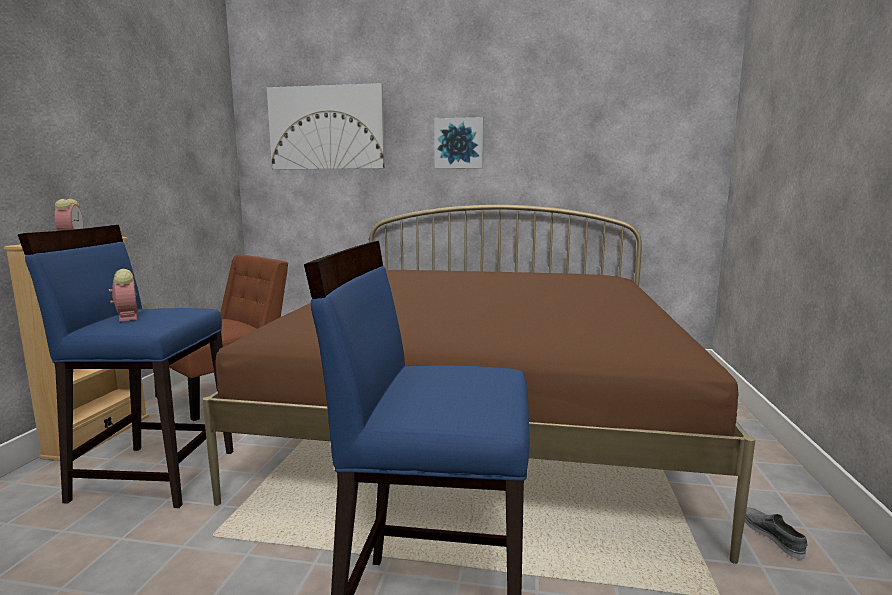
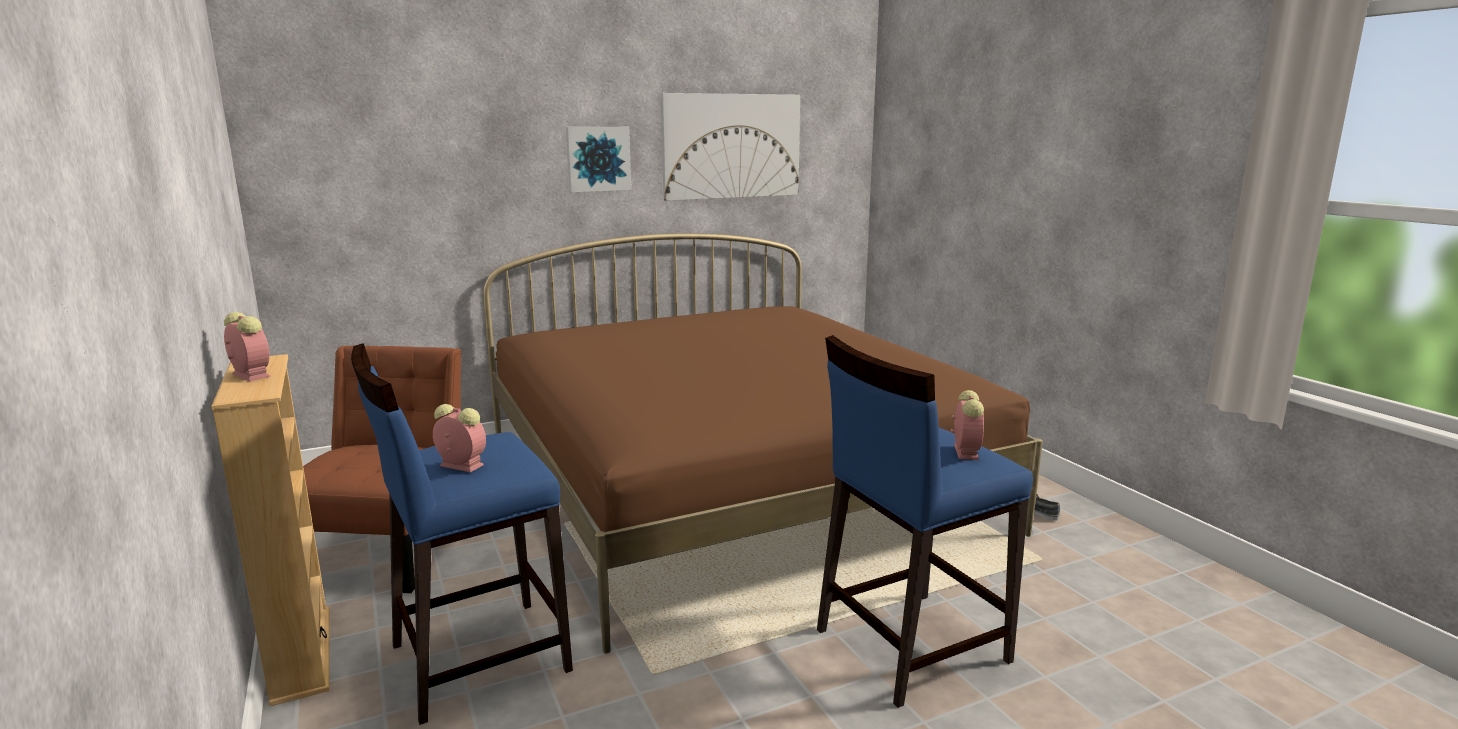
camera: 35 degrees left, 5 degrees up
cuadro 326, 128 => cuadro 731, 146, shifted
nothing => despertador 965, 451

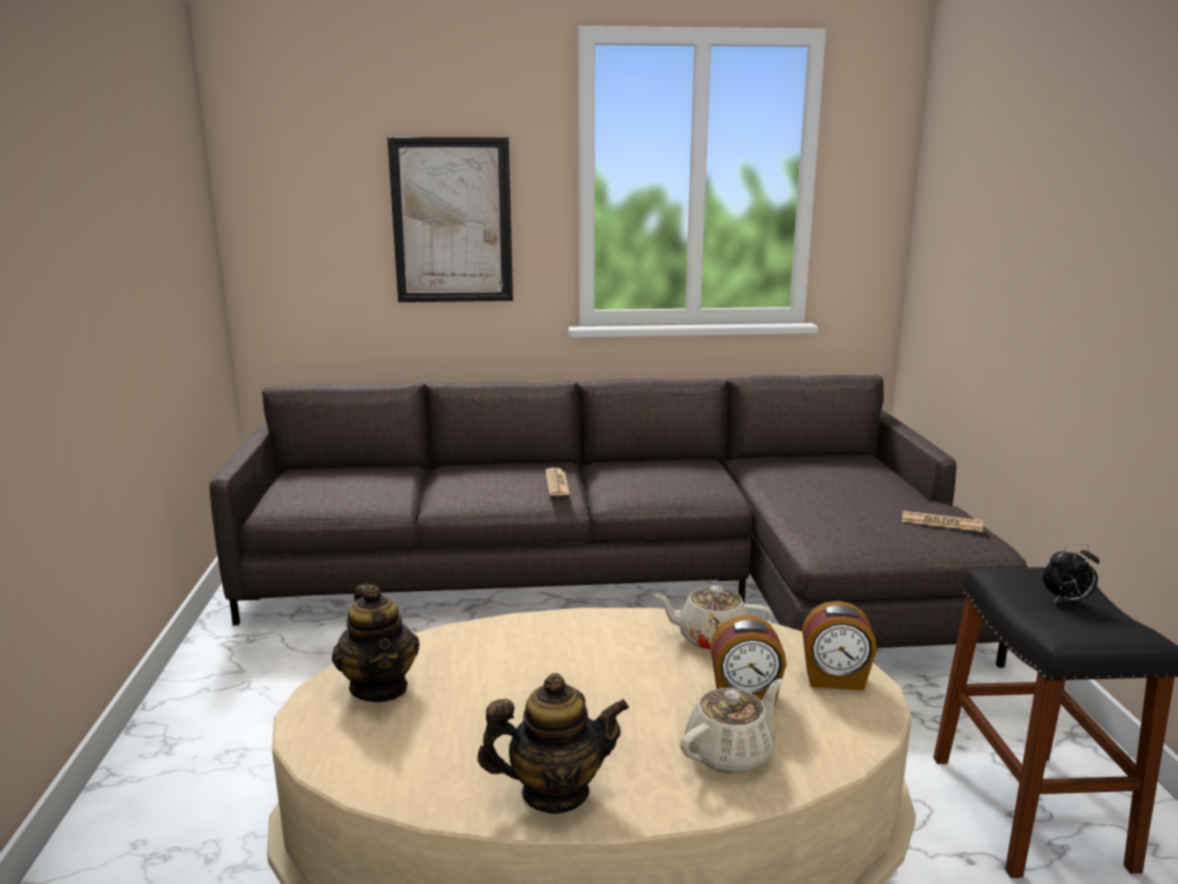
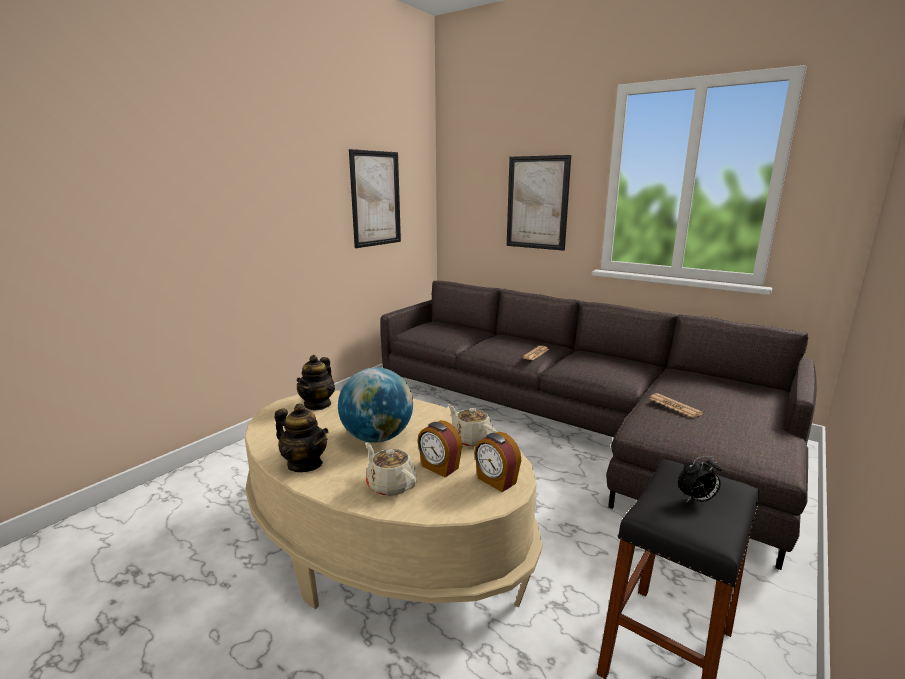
camera: 40 degrees right, 0 degrees up
periódico 941, 522 => periódico 674, 406, shifted
despertador 1067, 600 => despertador 696, 499, 45 degrees counterclockwise
tetera/beis 731, 752 => tetera/beis 390, 485, 135 degrees counterclockwise
nothing => cuadro 376, 199
nothing => globo terráqueo 377, 437

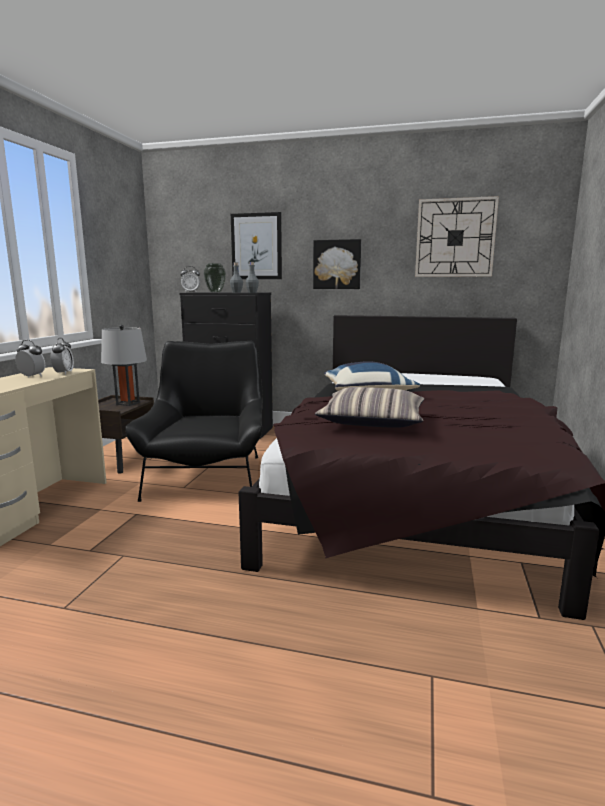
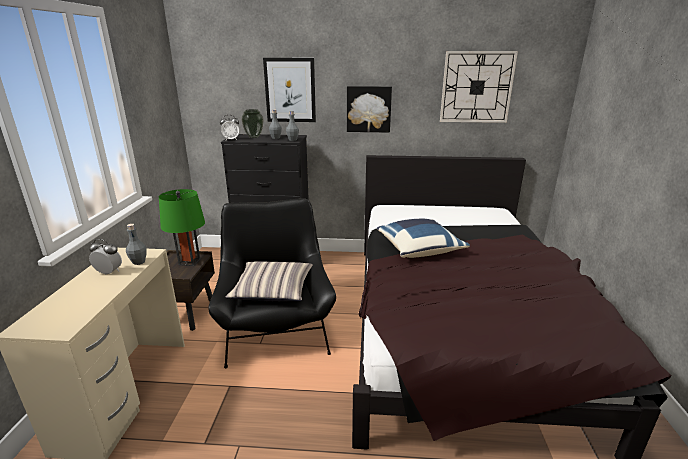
camera: 10 degrees left, 10 degrees up
lámpara de mesa/gris 128, 403 => lámpara de mesa/verde 189, 261
despertador 64, 373 => botella/gris 139, 262
cojín 372, 421 => cojín 273, 289, shifted

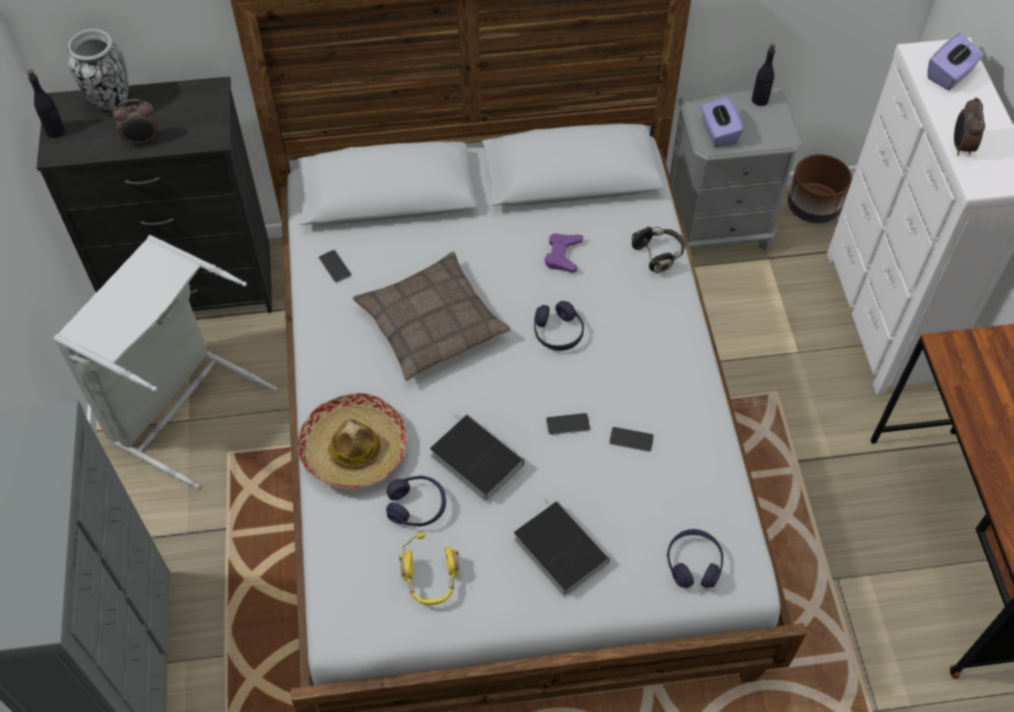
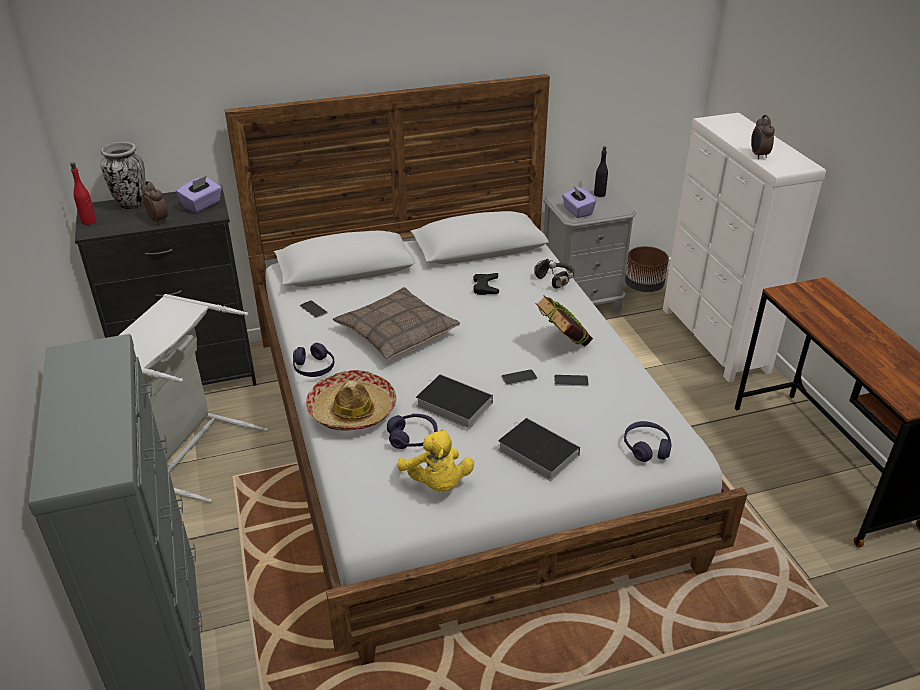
camera: 10 degrees left, 20 degrees down
caja de pañuelos/morado 950, 75 => caja de pañuelos/morado 202, 205, shifted
botella/negro 56, 131 => botella/rojo 89, 221
despertador 142, 140 => despertador 159, 220, 105 degrees counterclockwise
mando de consola/morado 563, 255 => mando de consola/negro 485, 287
auriculares/morado 558, 332 => auriculares/morado 314, 368, shifted
auriculares/amarillo 431, 580 => peluche/amarillo 436, 483
nothing => libro 562, 345

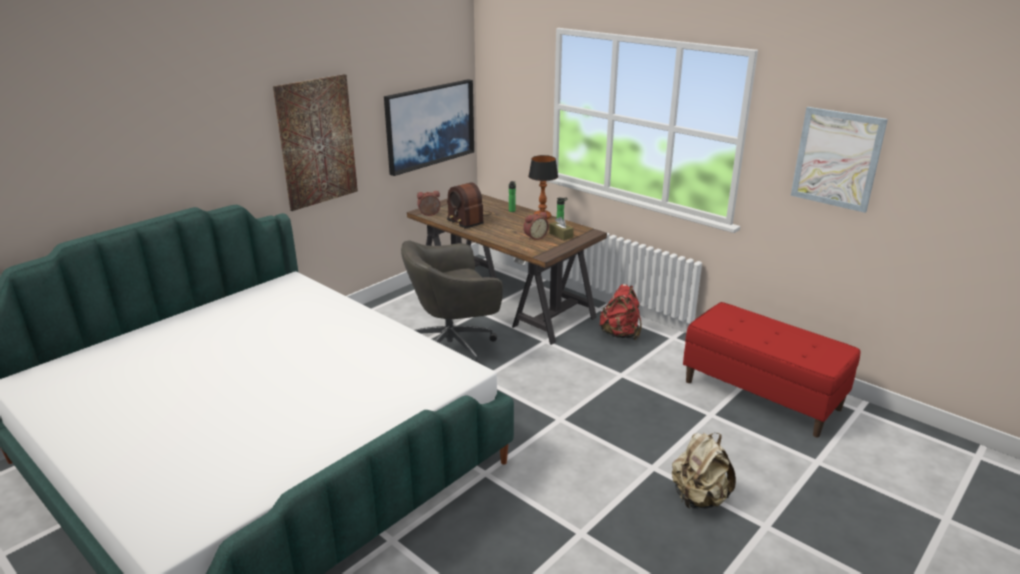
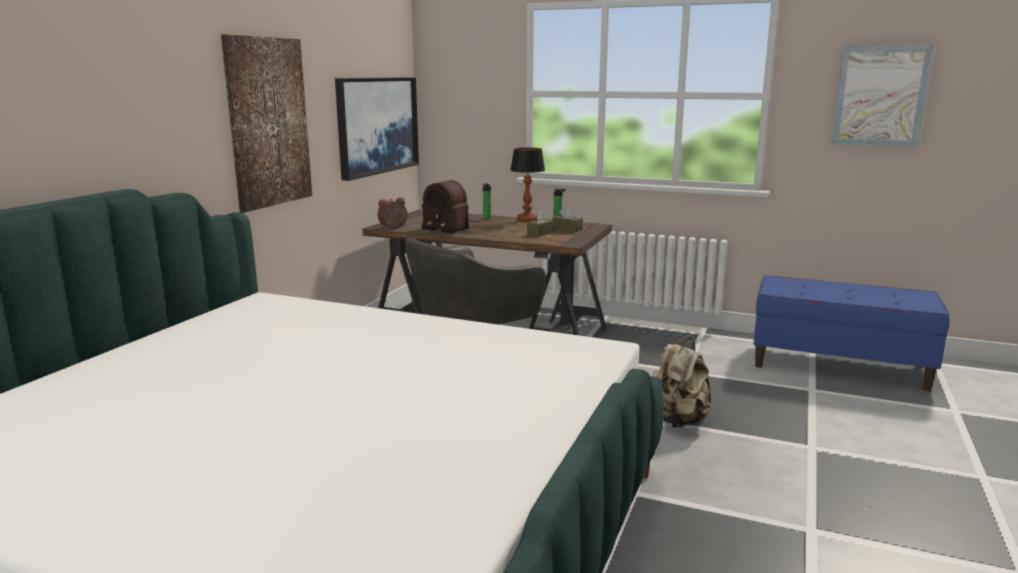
camera: 20 degrees left, 10 degrees down
despertador 535, 237 => caja de pañuelos/marrón 541, 233
mochila/rojo 620, 334 => nothing
banco/rojo 761, 395 => banco/azul 838, 365
mochila/beis 698, 498 => mochila/beis 677, 421, shifted

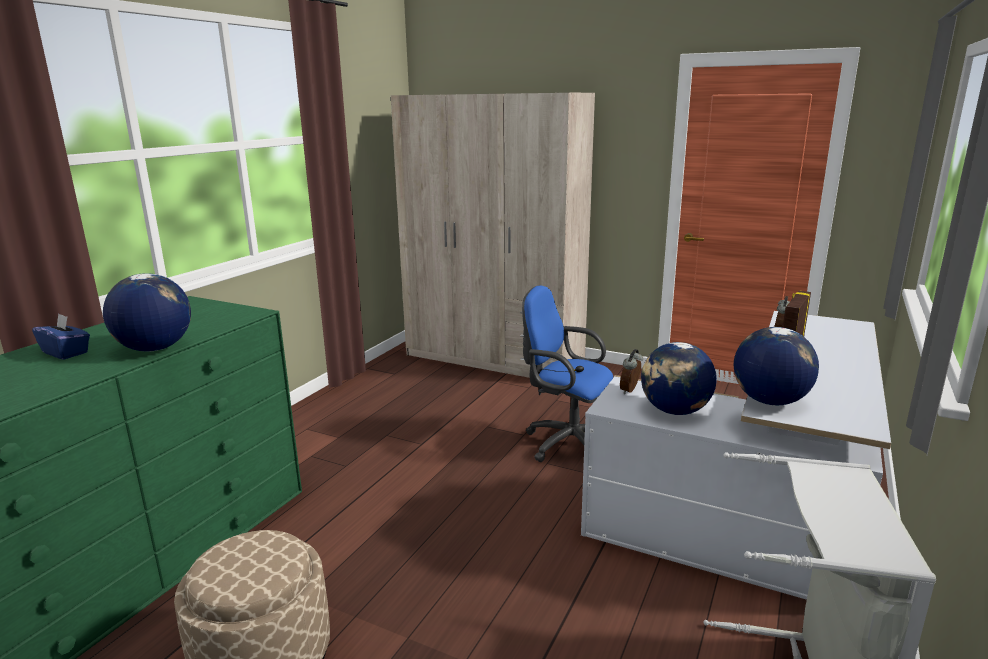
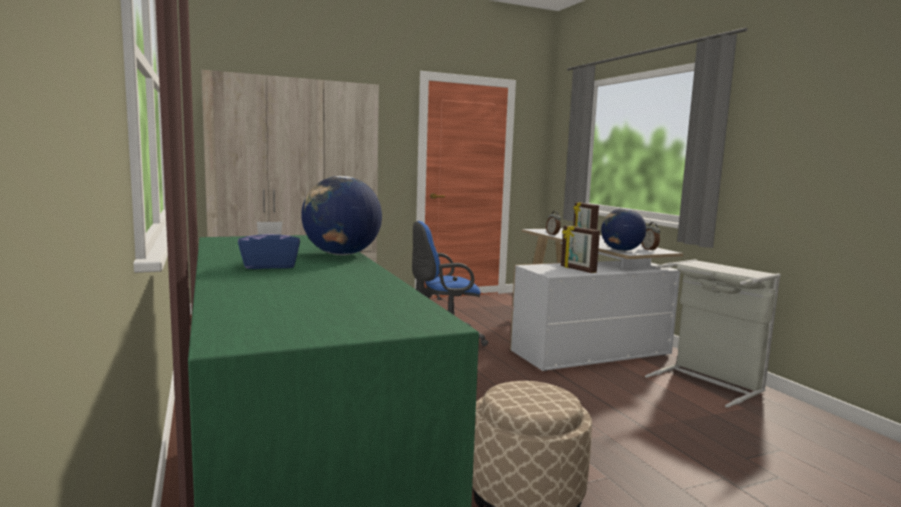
camera: 50 degrees left, 10 degrees down
globo terráqueo 675, 411 => portarretratos 577, 269
despertador 630, 391 => despertador 650, 250, shifted

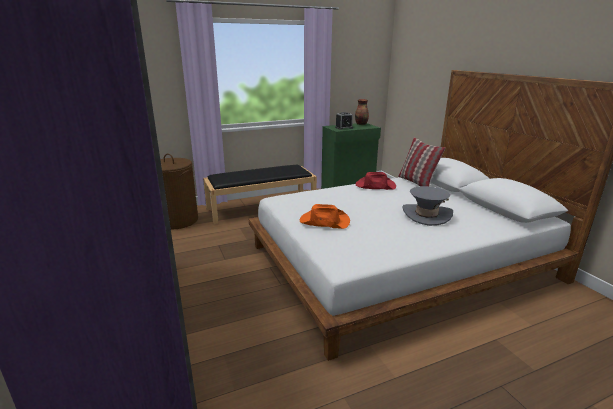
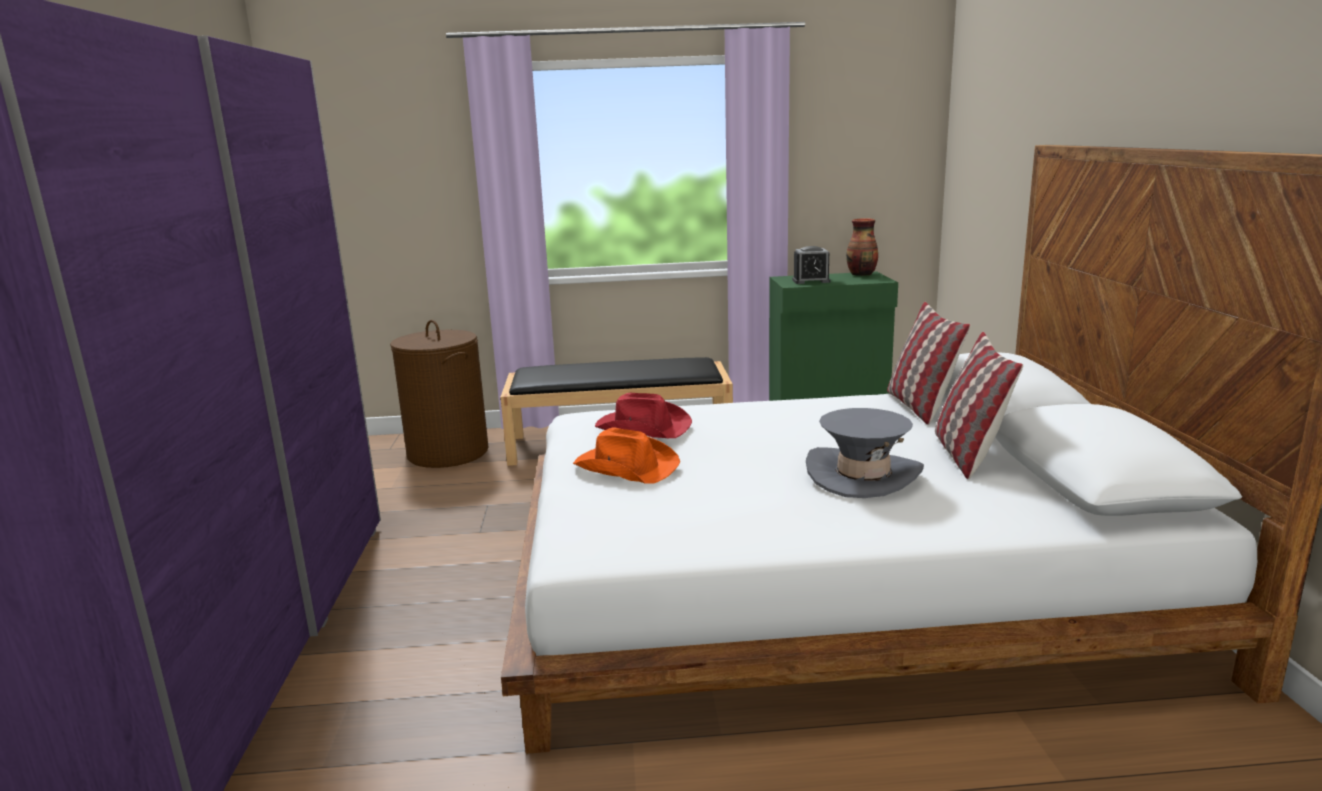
camera: 20 degrees right, 5 degrees down
sombrero/rojo 375, 186 => sombrero/rojo 642, 427, shifted
nothing => cojín 967, 455

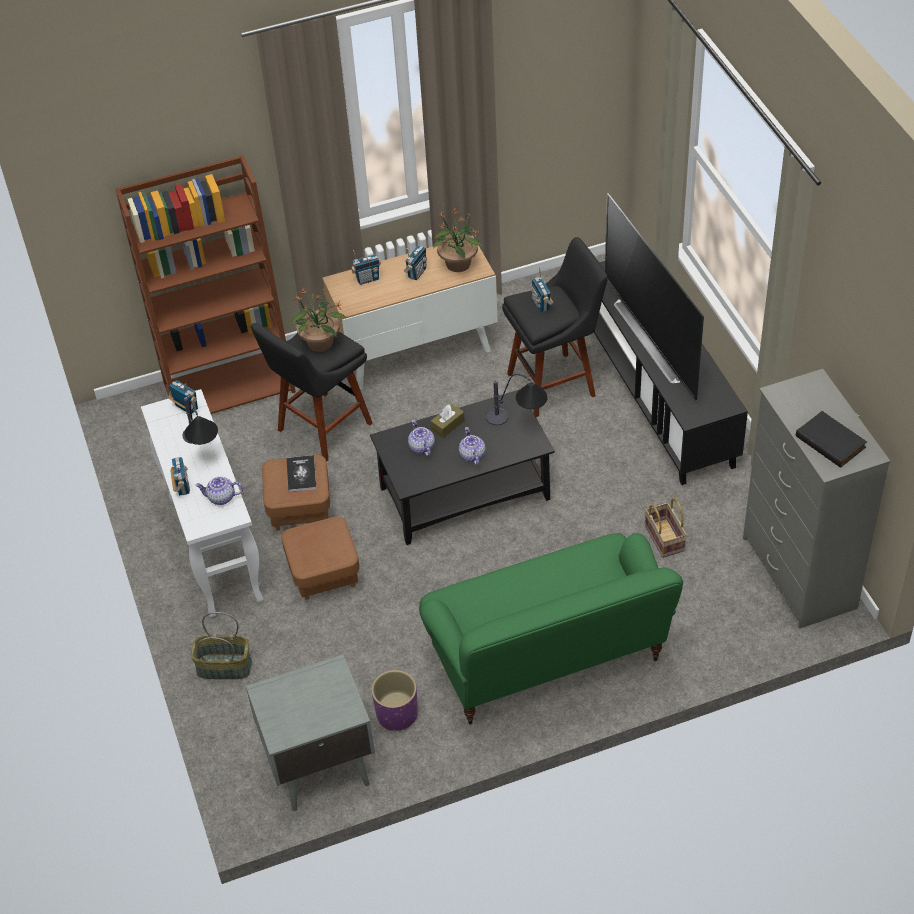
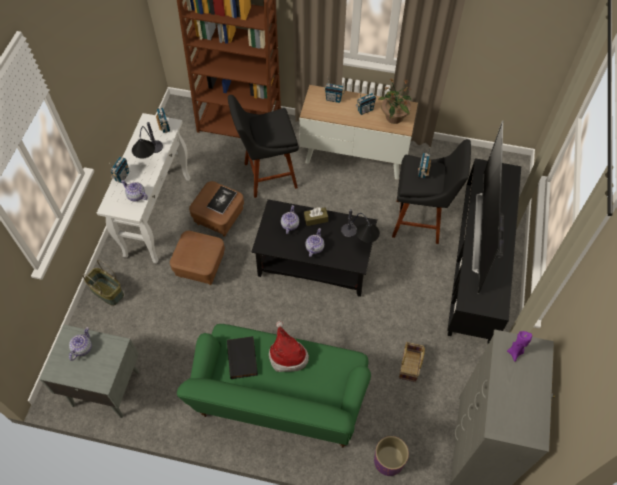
camera: 30 degrees right, 10 degrees up
planta en maceta 320, 343 => nothing
libro/negro 831, 441 => libro/negro 243, 358, shifted
maceta/morado 397, 714 => maceta/morado 388, 461, shifted
nothing => sombrero 287, 354
nothing => tetera 82, 348
nothing => vela/morado 515, 352

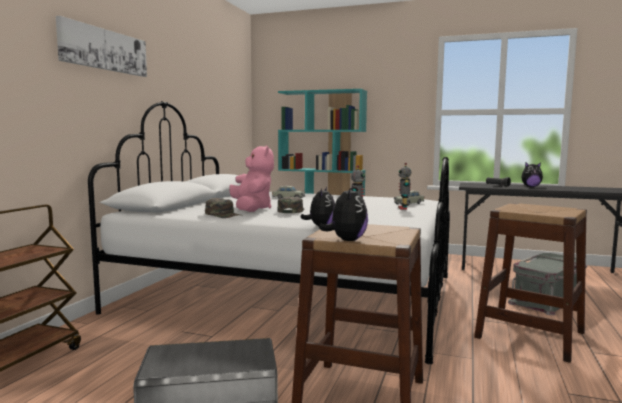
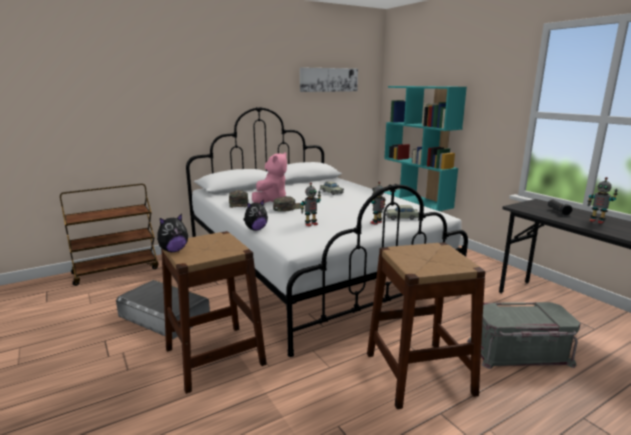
camera: 40 degrees right, 10 degrees up
cuadro 104, 50 => cuadro 328, 79, shifted
peluche 530, 187 => robot de juguete 597, 221

